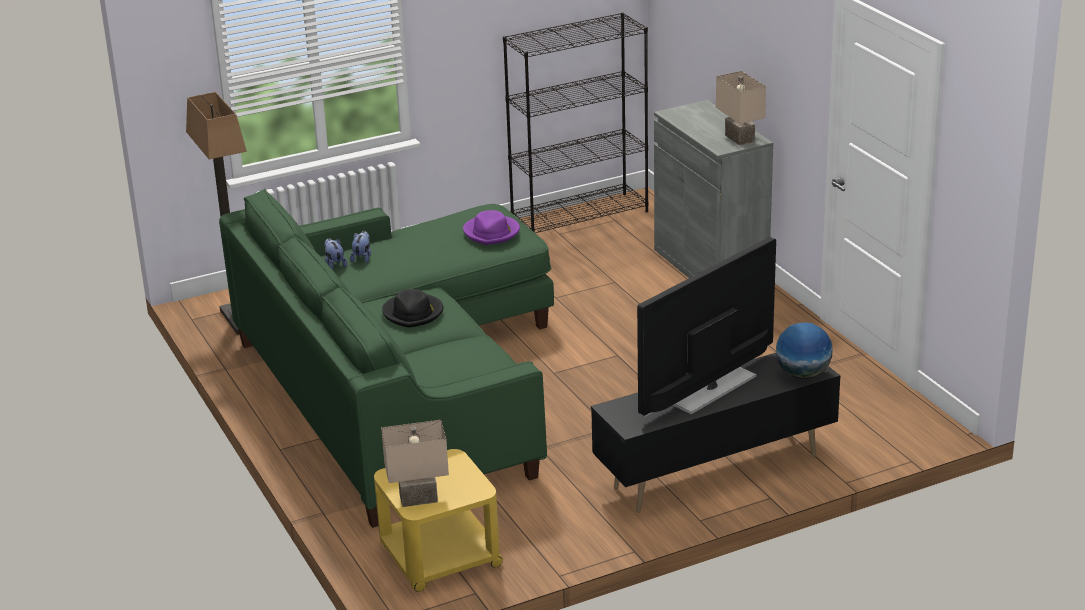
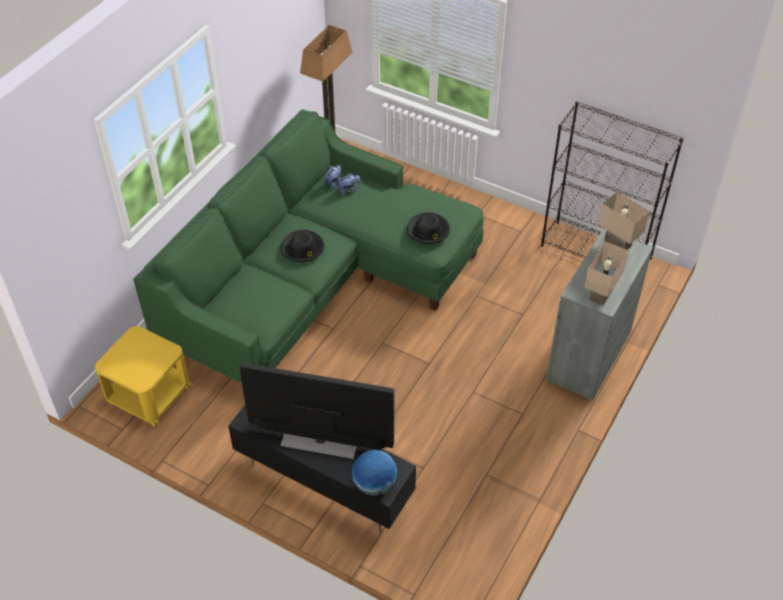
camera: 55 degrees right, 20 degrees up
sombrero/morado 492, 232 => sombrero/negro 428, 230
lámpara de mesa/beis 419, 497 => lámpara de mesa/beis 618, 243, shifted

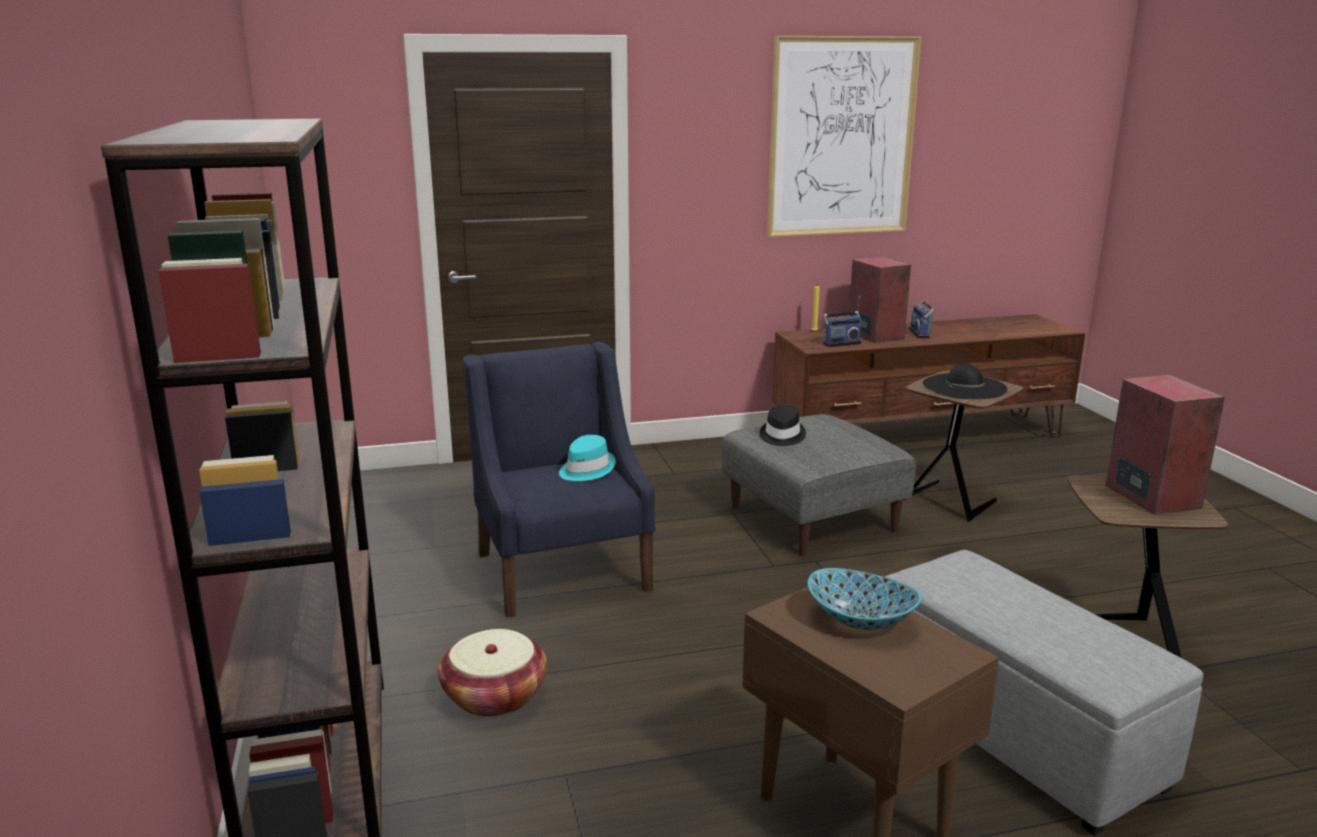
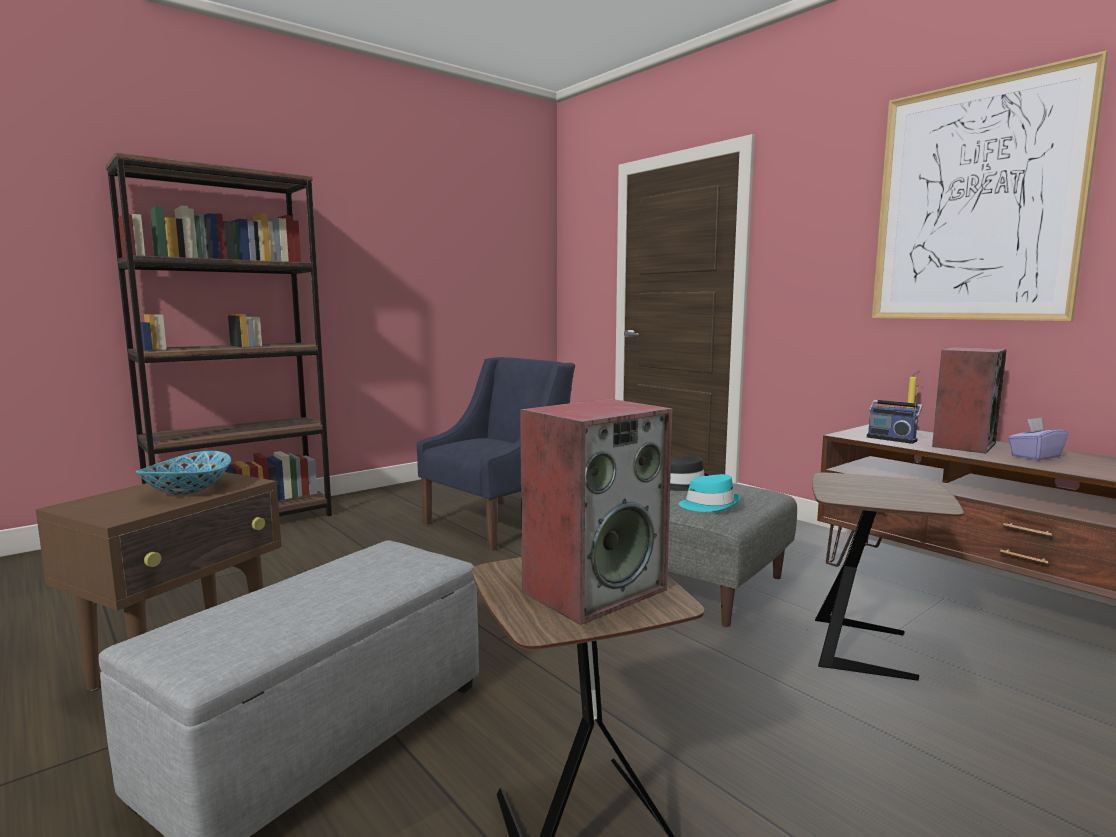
camera: 65 degrees right, 10 degrees down
radio 921, 333 => caja de pañuelos/morado 1034, 456
sombrero/negro 964, 387 => nothing
sombrero/turquesa 586, 469 => sombrero/turquesa 709, 505, shifted
cesta 495, 696 => nothing

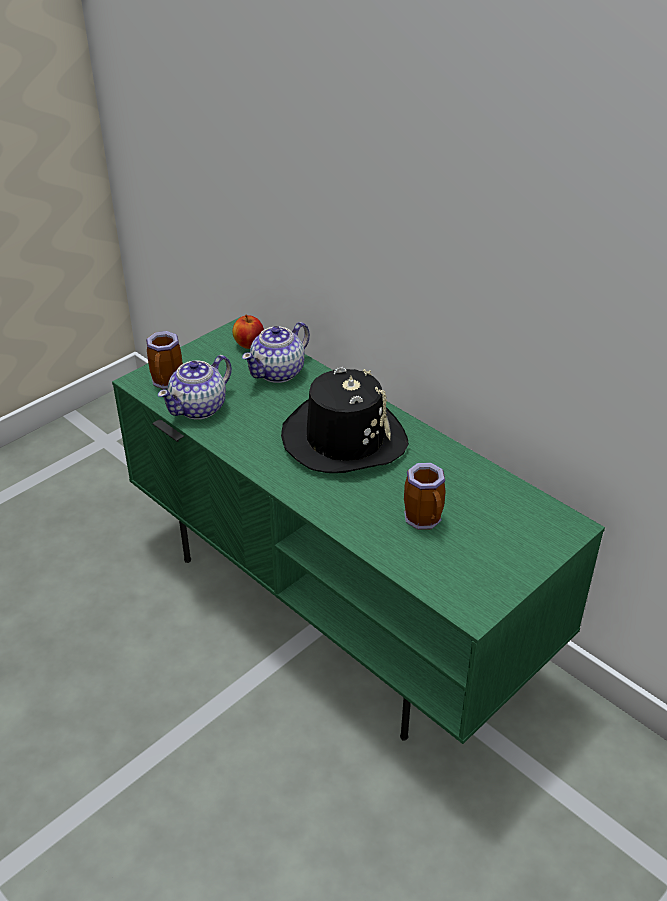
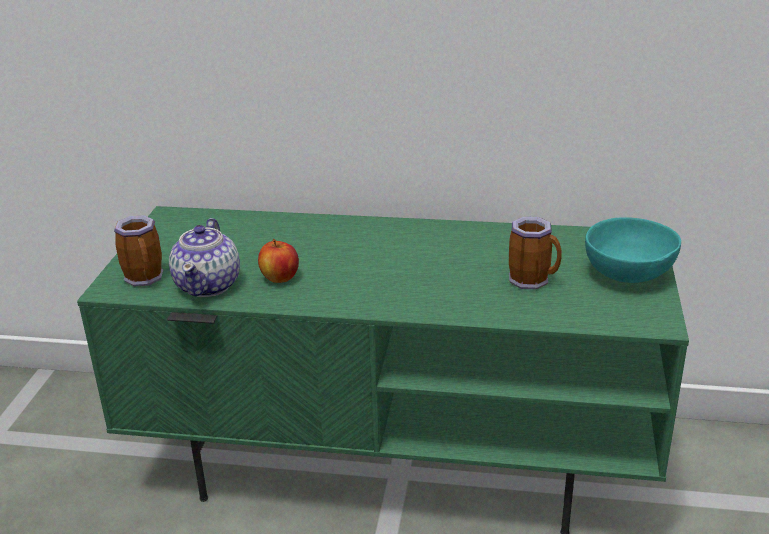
camera: 35 degrees left, 10 degrees down
manzana 249, 344 => manzana 280, 278, shifted
tetera 278, 372 => nothing
sombrero/negro 344, 438 => nothing
nothing => cuenco/turquesa 629, 276

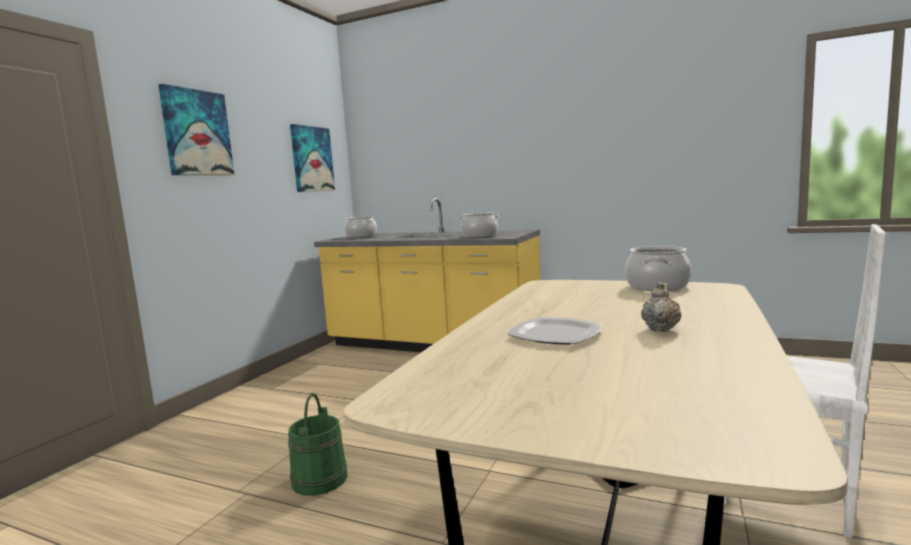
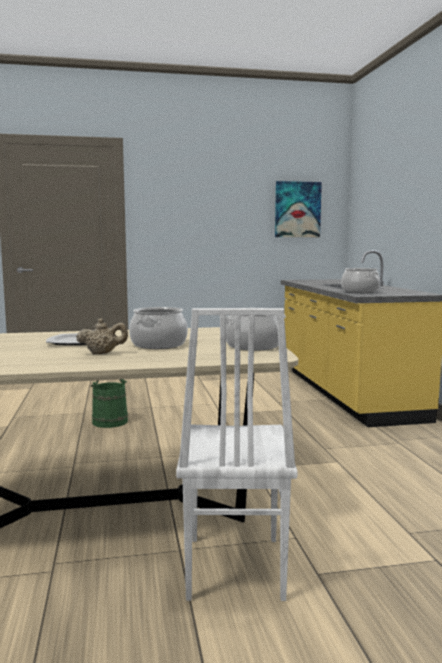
camera: 55 degrees right, 0 degrees up
cuadro 197, 133 => nothing
olla 361, 236 => olla 159, 345, shifted

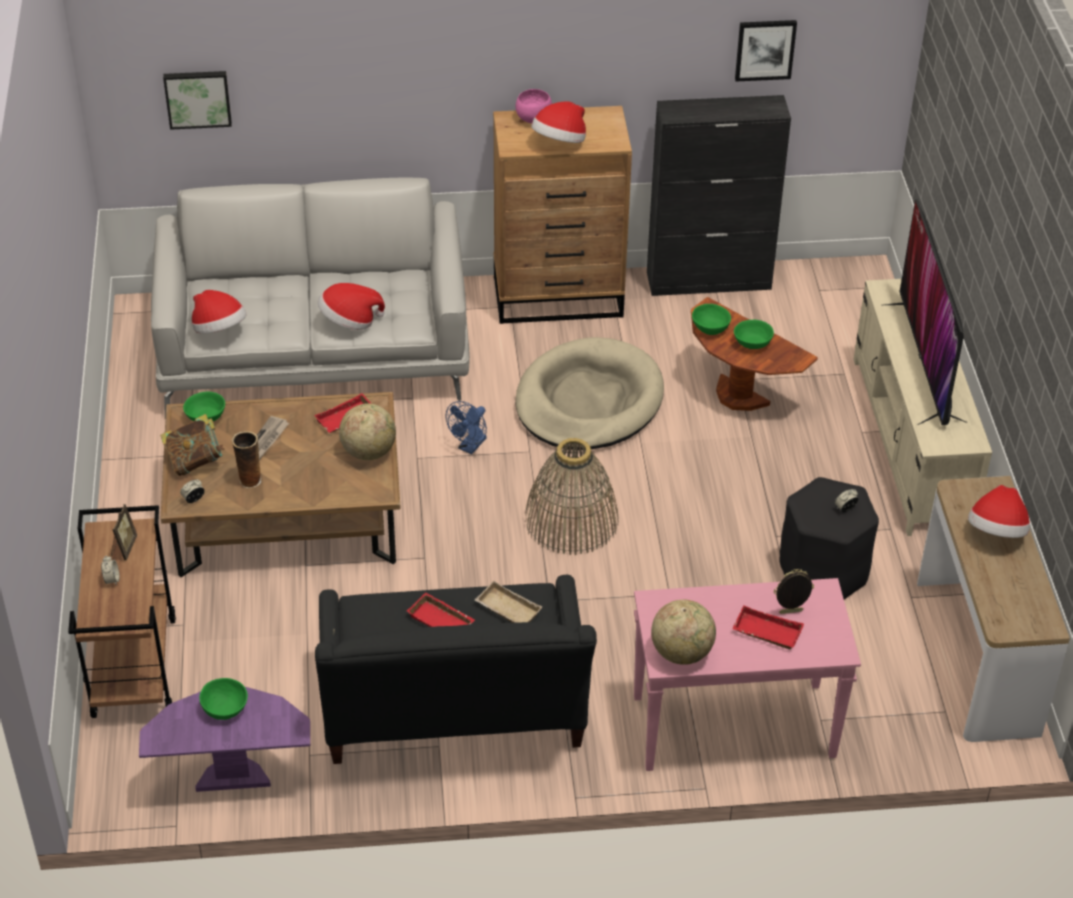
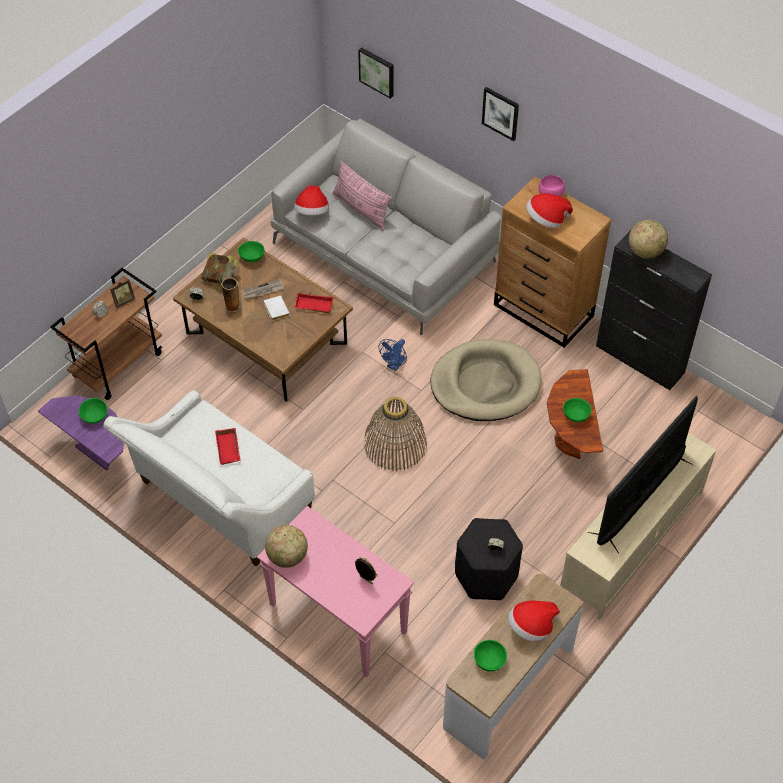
camera: 45 degrees right, 10 degrees up
cuadro 765, 49 => cuadro 500, 113, shifted
sombrero 349, 321 => nothing
cuenco/verde 710, 328 => cuenco/verde 489, 661, shifted
ventilador/azul 470, 447 => ventilador/azul 394, 365, 45 degrees counterclockwise
globo terráqueo 368, 451 => globo terráqueo 645, 251, shifted
sofá/negro 454, 717 => sofá/blanco 219, 503
bandeja/beis 506, 609 => nothing
bandeja/rojo 765, 633 => nothing
nothing => cojín/rosa 361, 209
nothing => libro/blanco 275, 309

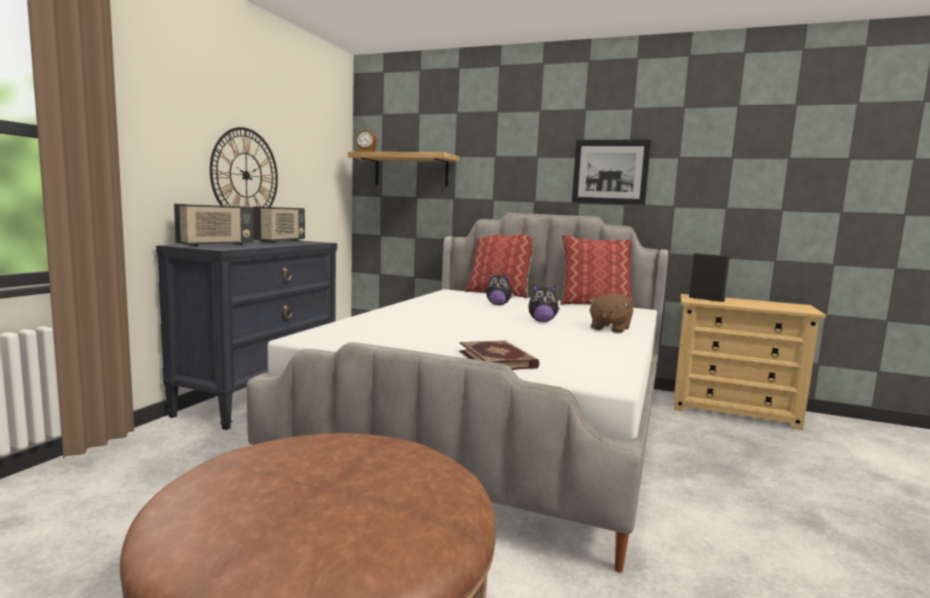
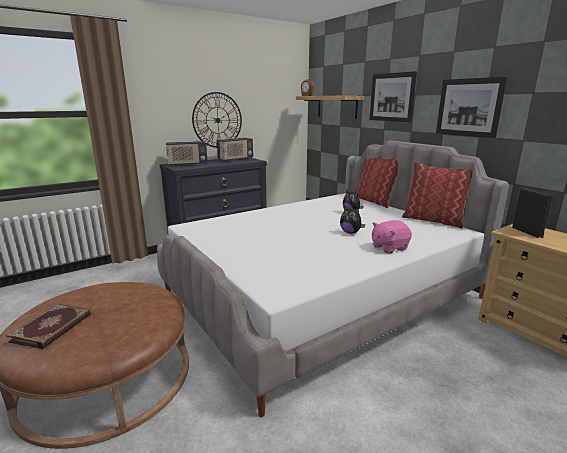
camera: 35 degrees right, 10 degrees up
peluche/marrón 609, 328 => peluche/rosa 389, 247
libro 498, 359 => libro 52, 328, shifted
nothing => cuadro 392, 97

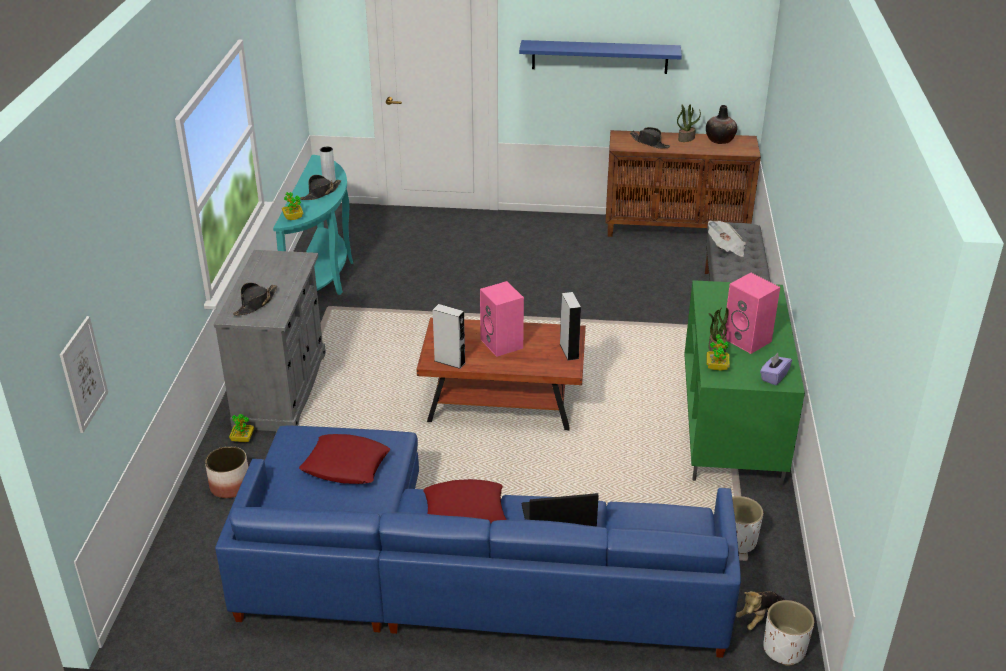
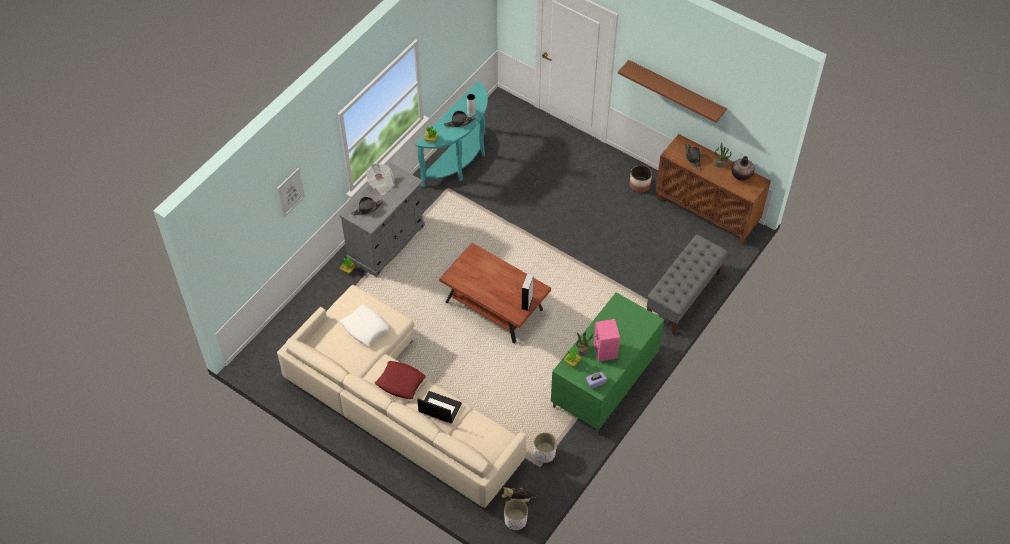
camera: 30 degrees right, 20 degrees up
estante/azul 599, 56 => estante/marrón 675, 91
periódico 726, 248 => periódico 381, 184, shifted
altavoz/rosa 503, 344 => nothing
altavoz/gris 450, 361 => nothing
cuadro 83, 374 => cuadro 290, 192, shifted
sofá/azul 455, 576 => sofá/beis 396, 405
cojín/rojo 345, 465 => cojín/blanco 364, 327
maceta 230, 485 => maceta 639, 184, shifted

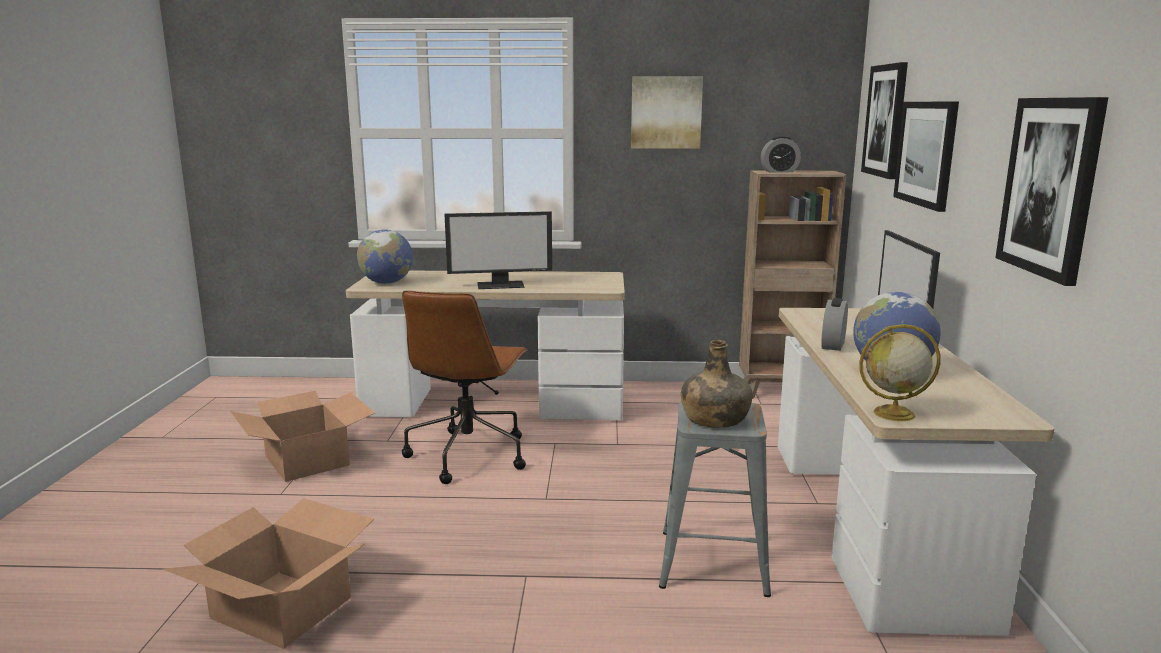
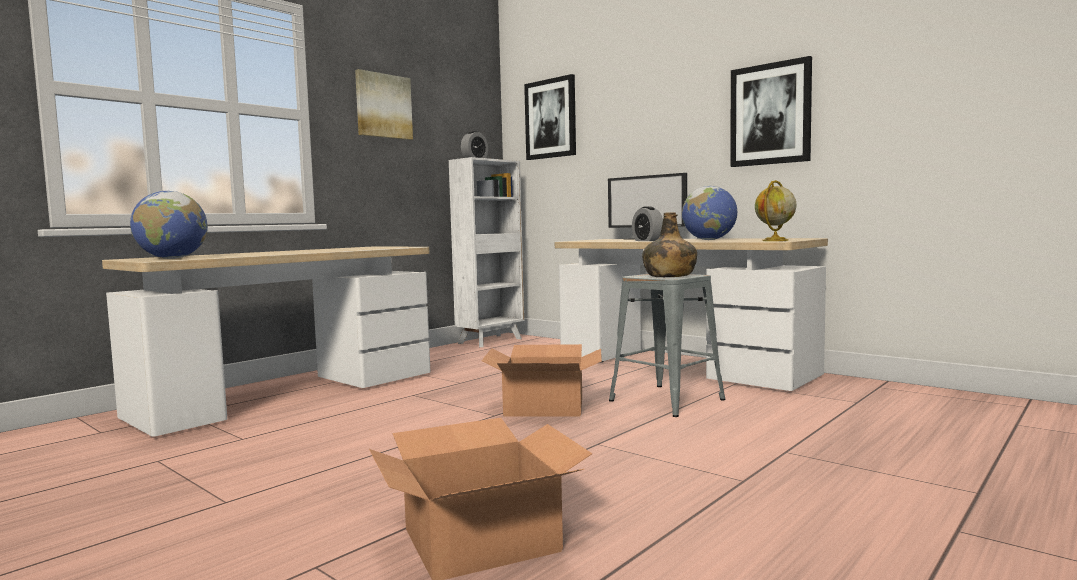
camera: 50 degrees left, 10 degrees down
cuadro 926, 153 => nothing
estantería/marrón 781, 392 => estantería/blanco 491, 341
monitor 501, 285 => nothing
silla de oficina/marrón 468, 454 => nothing
caja de cartón 308, 460 => caja de cartón 544, 406, shifted

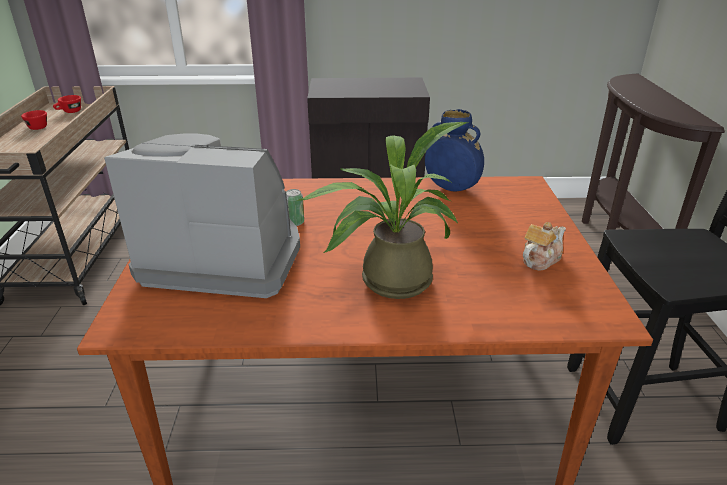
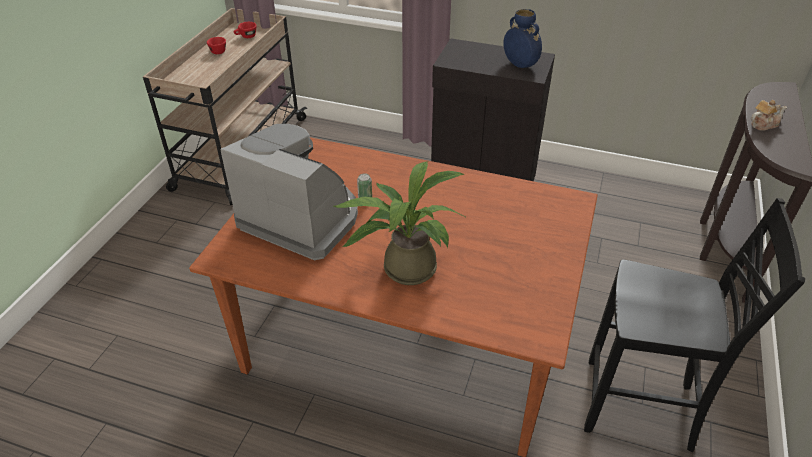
camera: 20 degrees right, 10 degrees up
florero/azul 452, 188 => florero/azul 520, 65, shifted
tetera 539, 259 => tetera 763, 124, shifted

